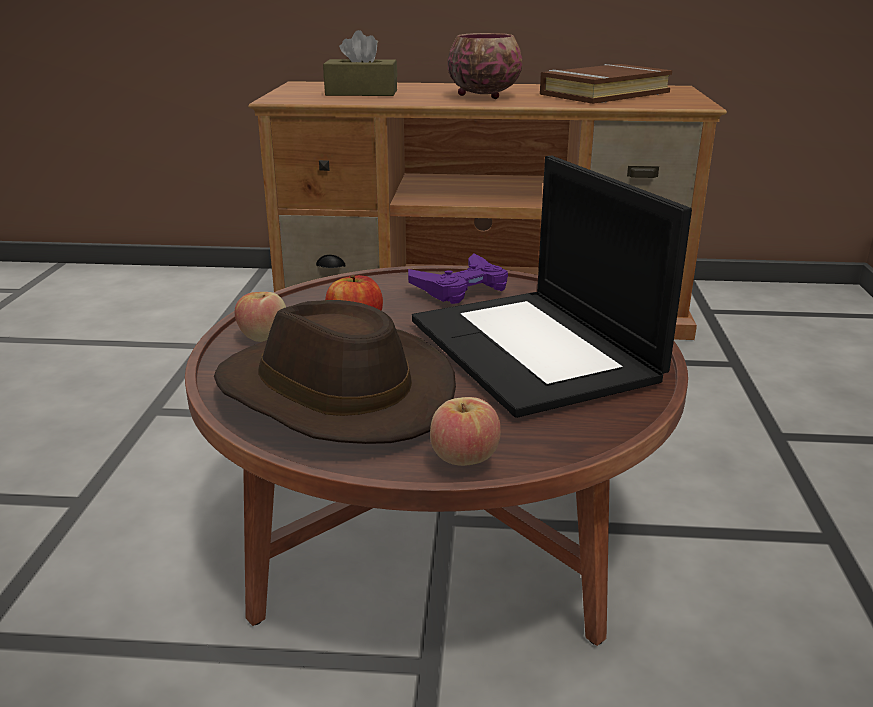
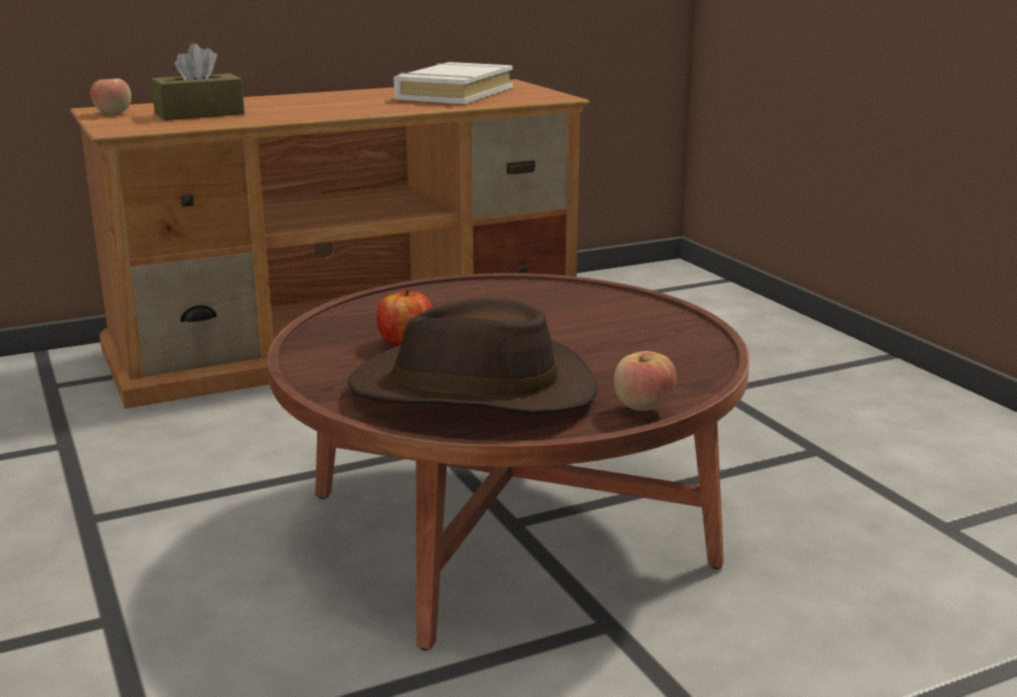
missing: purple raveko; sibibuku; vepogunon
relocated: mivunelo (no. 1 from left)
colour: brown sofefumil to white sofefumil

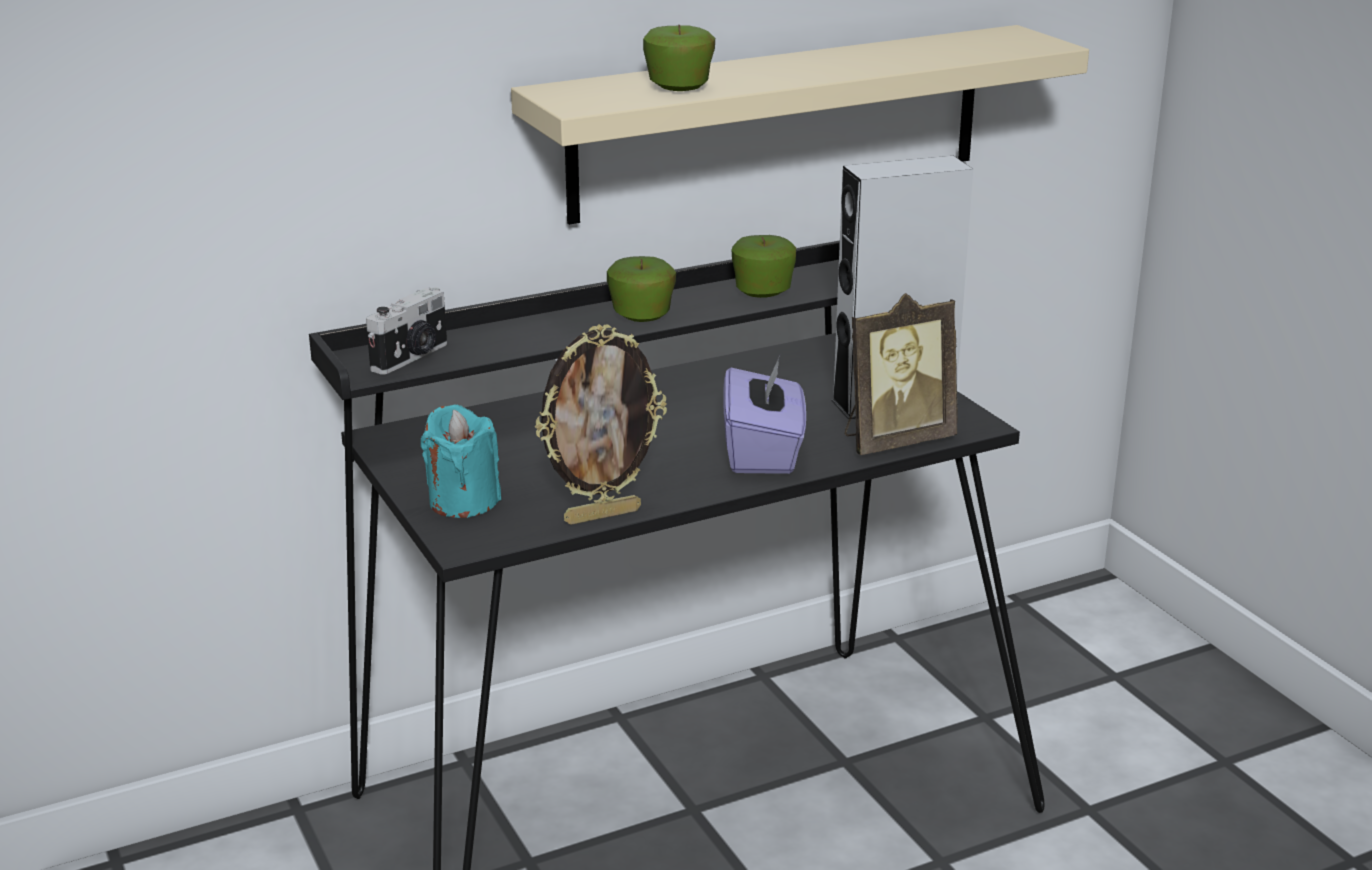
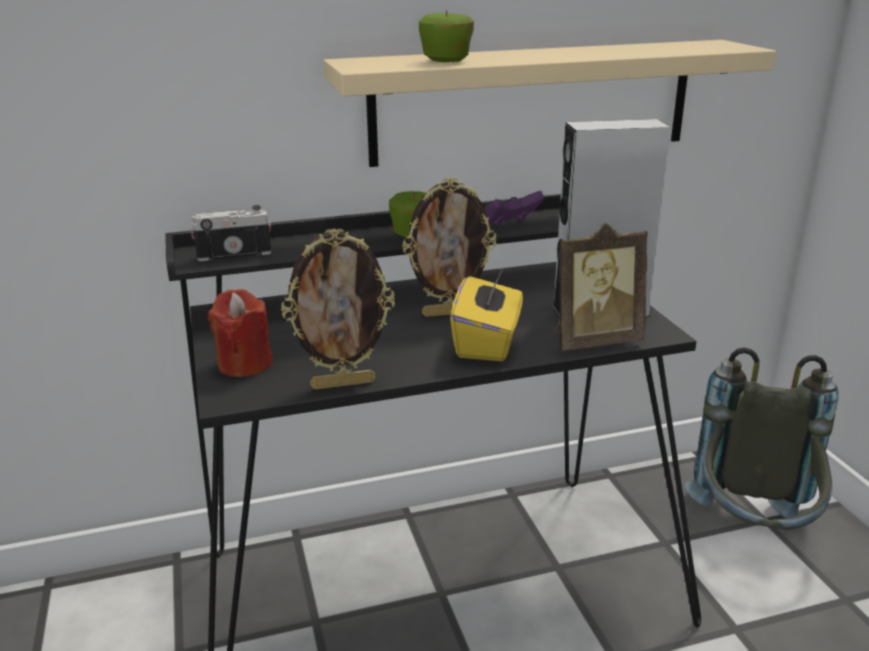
appeared: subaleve (no. 2 from left); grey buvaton
exchanged: mivunelo (no. 3 from left) to purple raveko
colour: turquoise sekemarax to red sekemarax; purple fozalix to yellow fozalix
spun: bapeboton 150 degrees counterclockwise

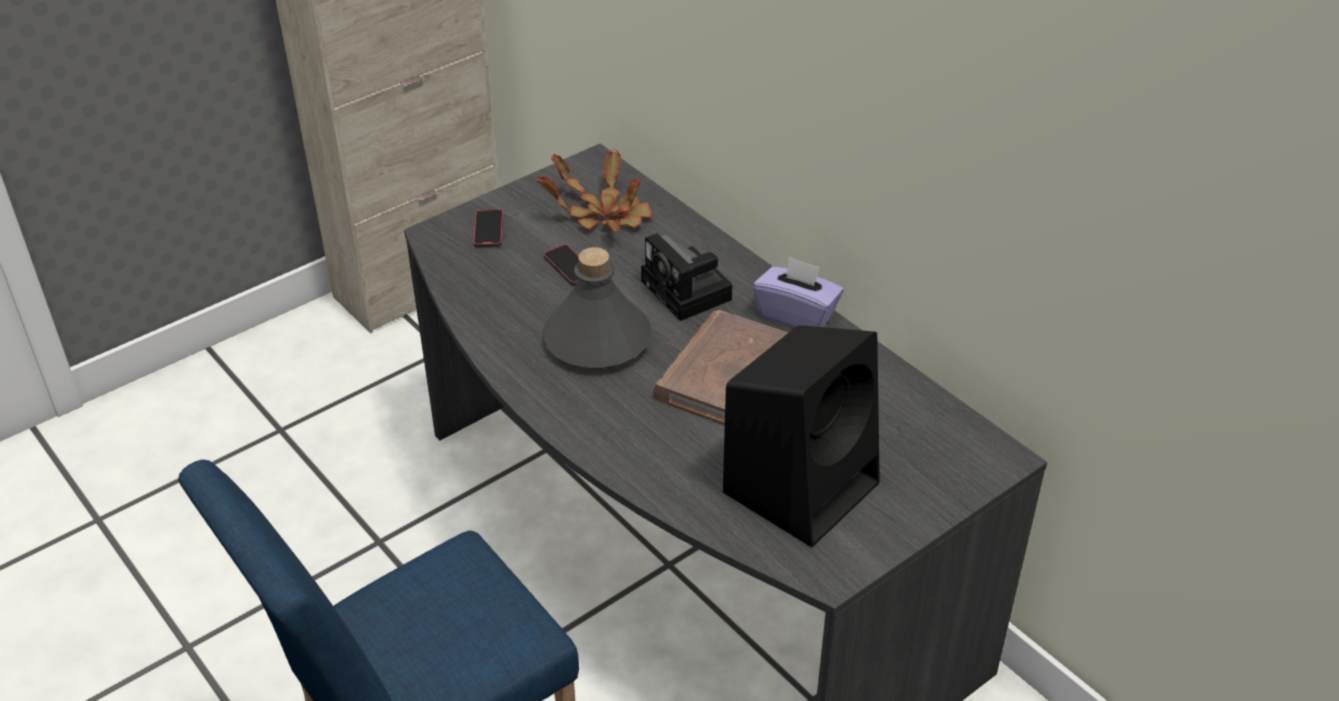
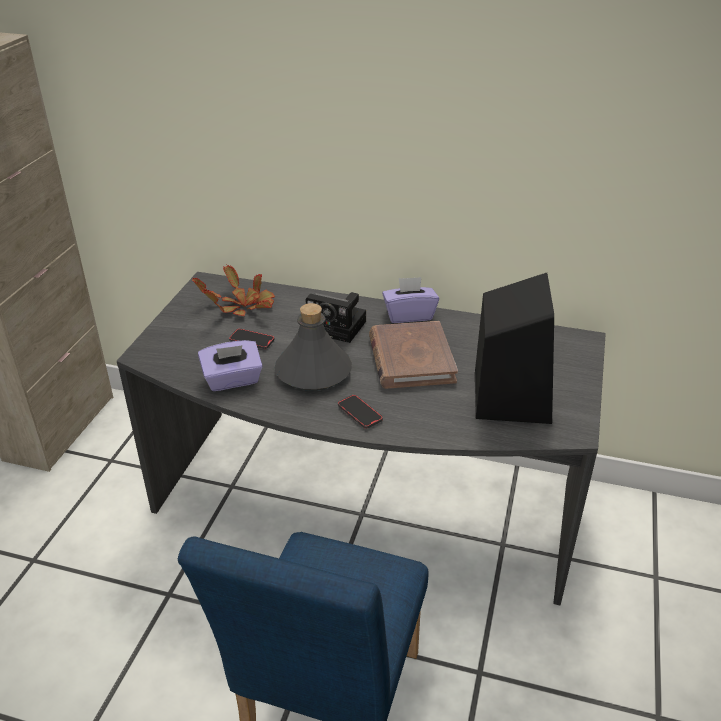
appeared: purple fozalix (no. 1 from left)
relocated: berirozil (no. 1 from left in the first image) to berirozil (no. 2 from left)

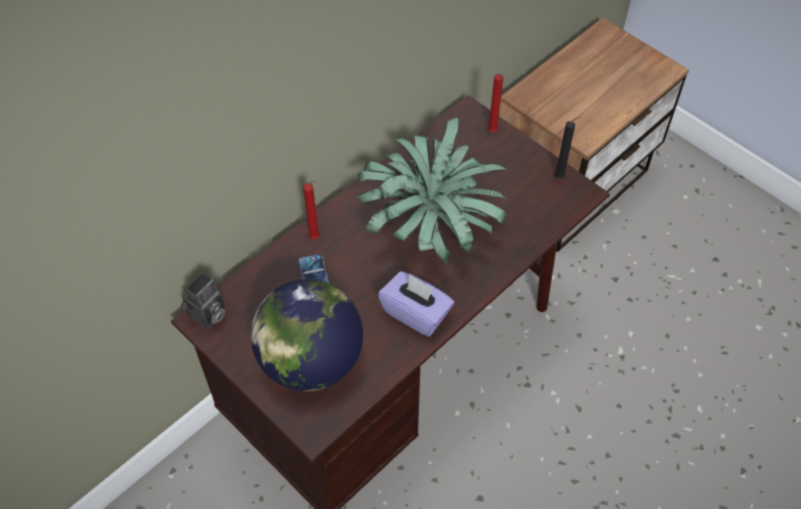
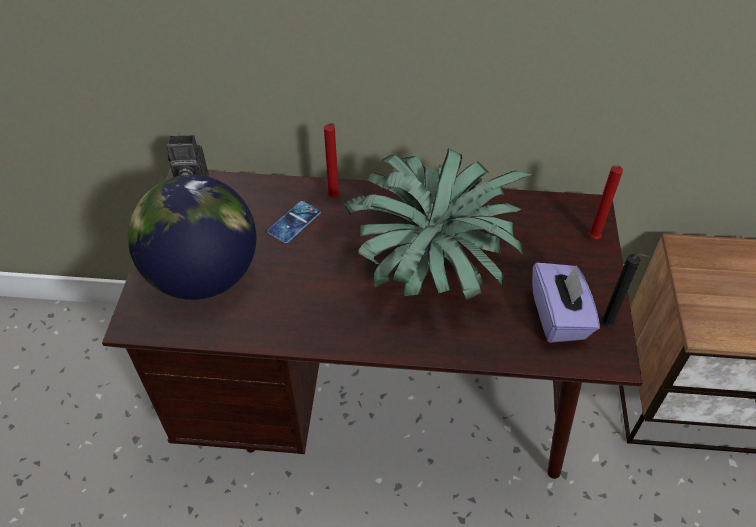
relocated: purple fozalix

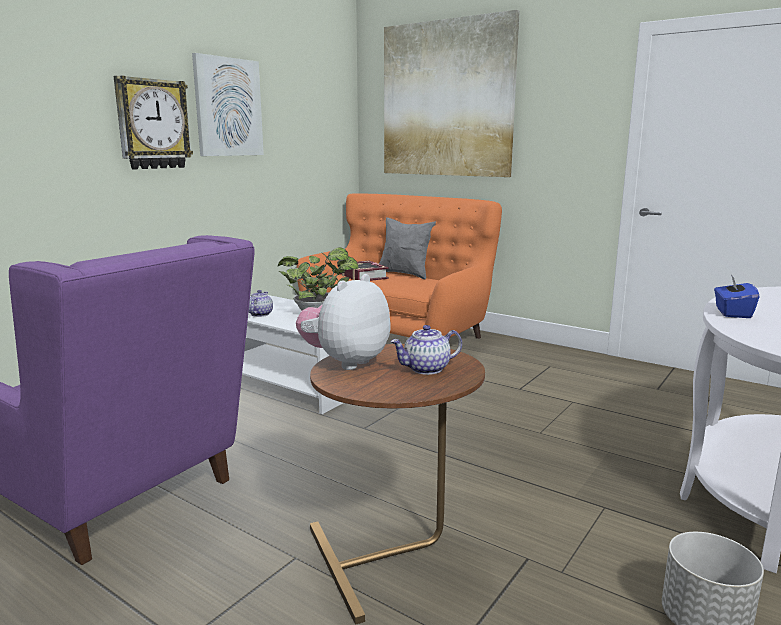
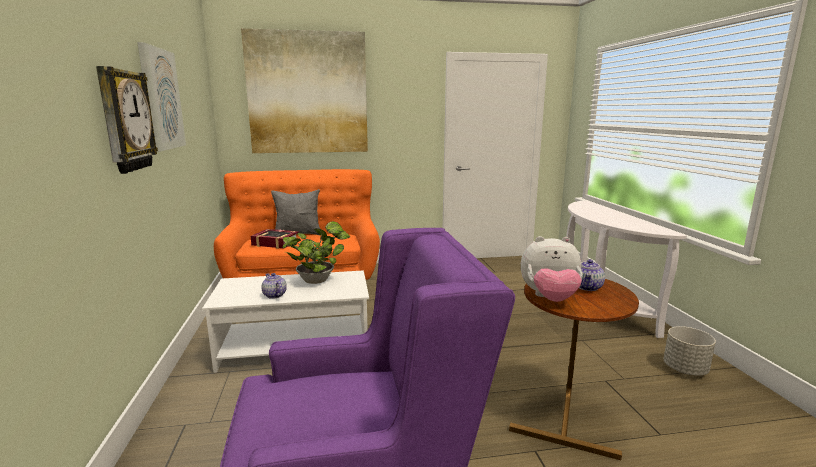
missing: blue fozalix
spun: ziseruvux 75 degrees counterclockwise

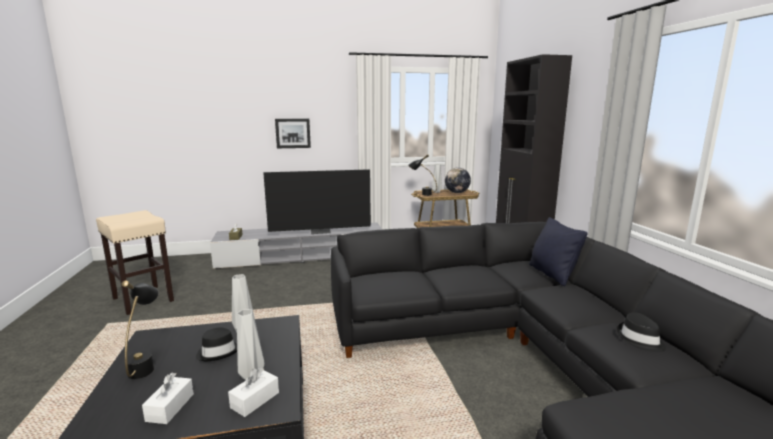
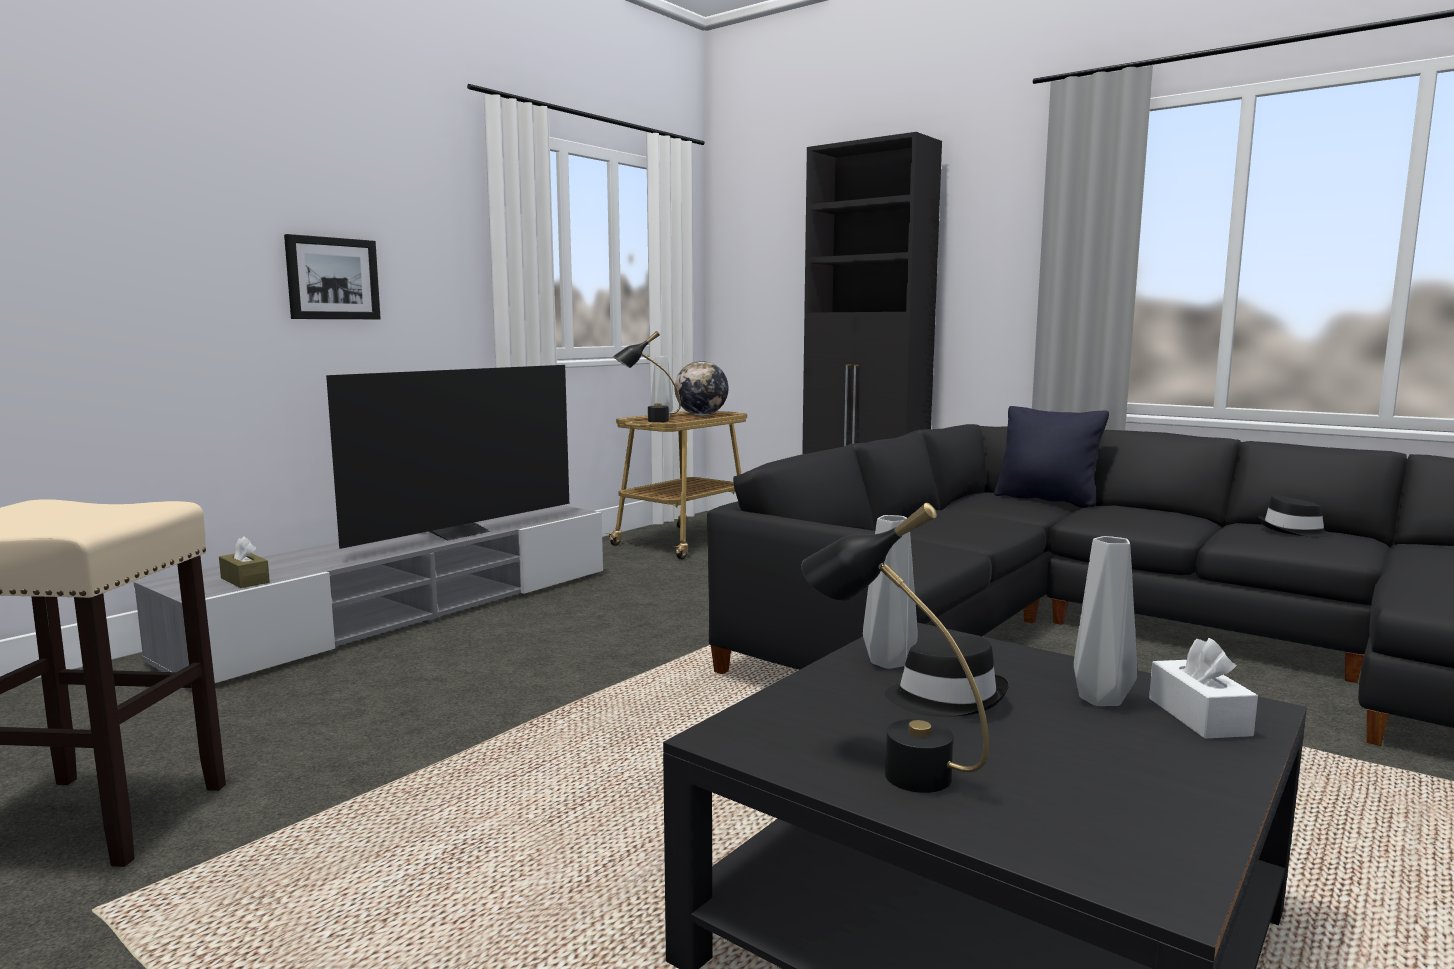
missing: white fozalix (no. 1 from left)

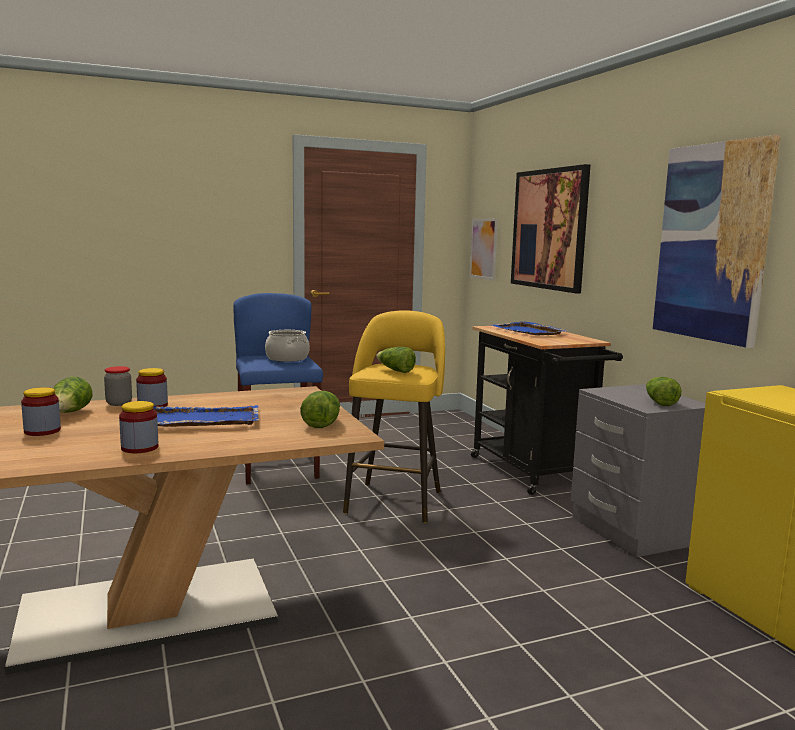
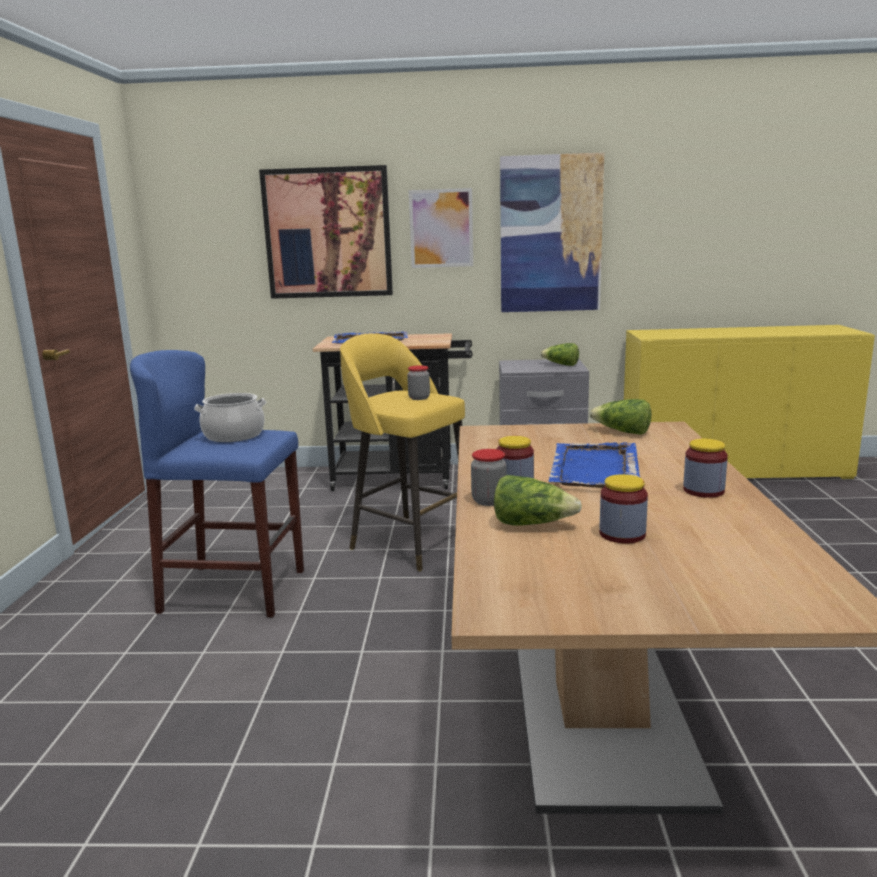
relocated: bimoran (no. 1 from left in the first image) to bimoran (no. 2 from left)
exchanged: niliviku (no. 3 from left) to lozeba (no. 1 from left)

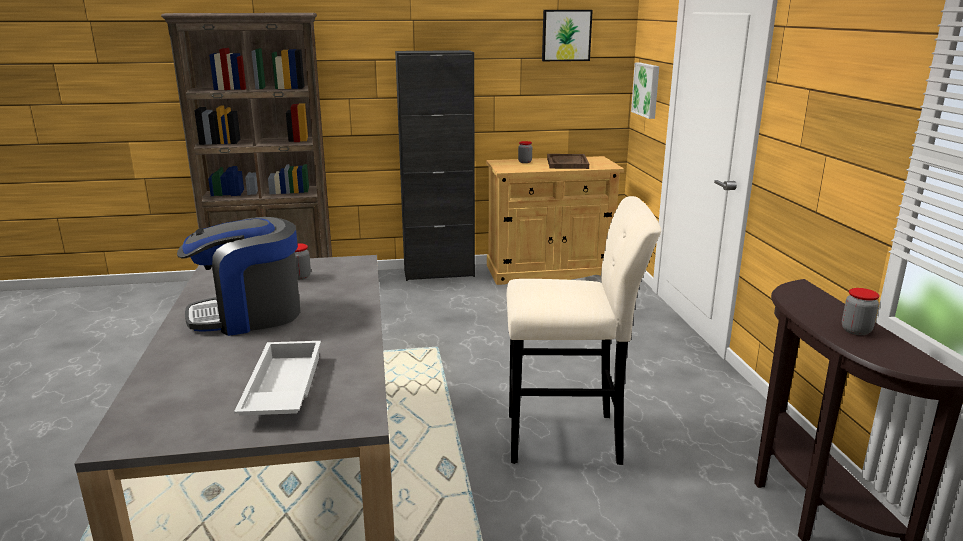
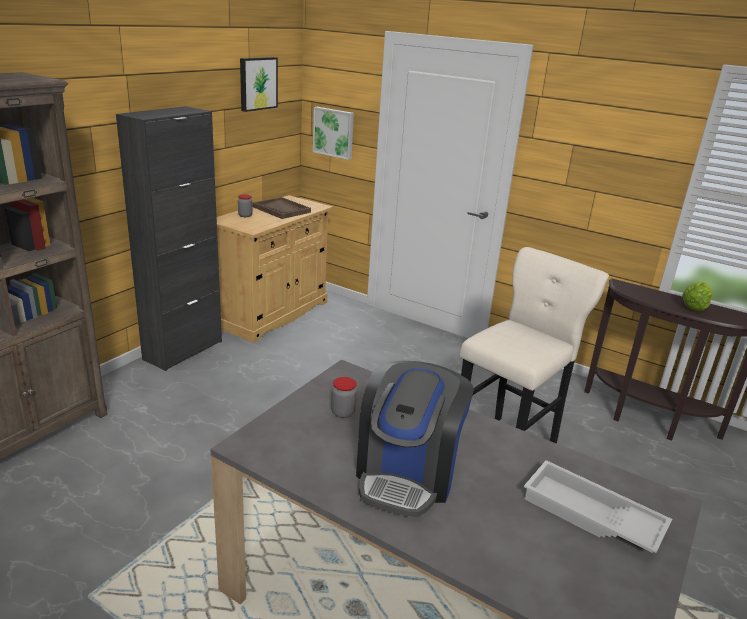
exchanged: lozeba (no. 3 from left) to niliviku

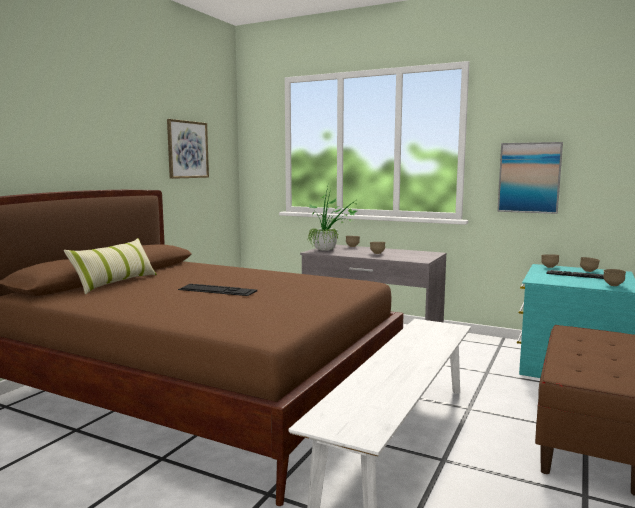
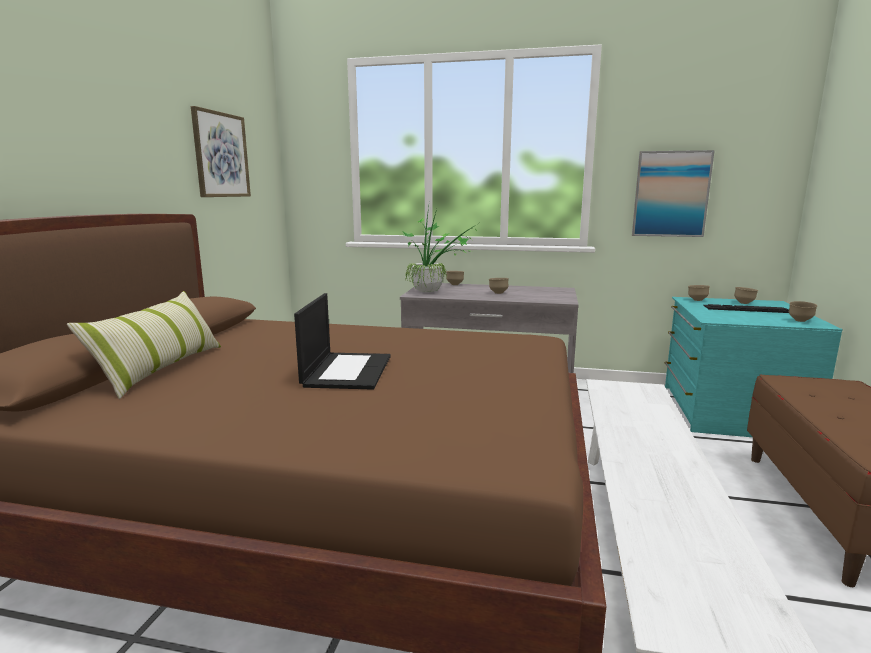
exchanged: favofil (no. 1 from left) to sibibuku

